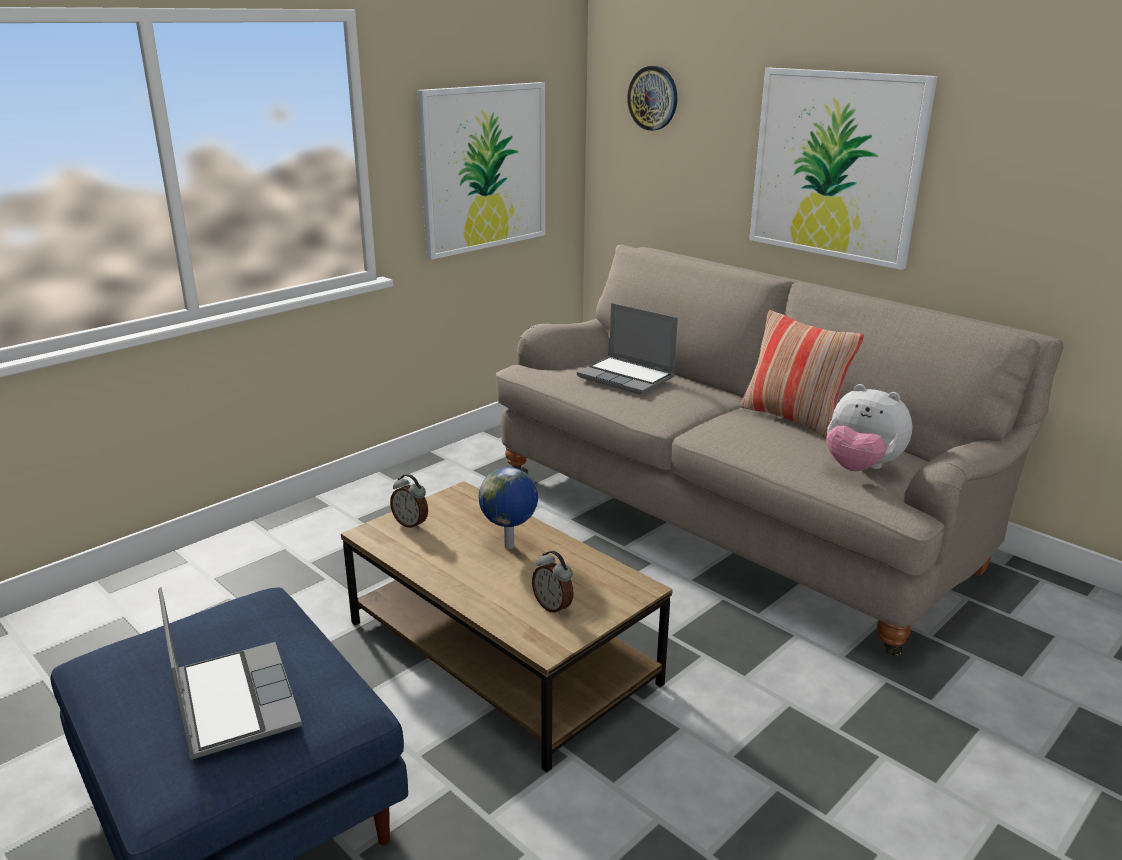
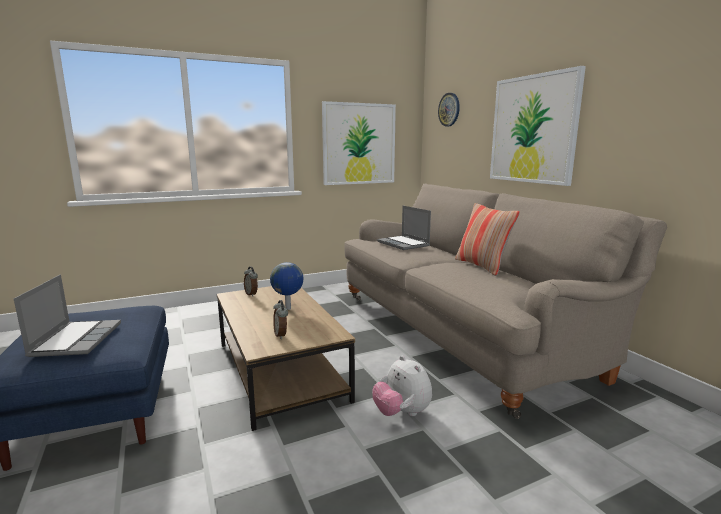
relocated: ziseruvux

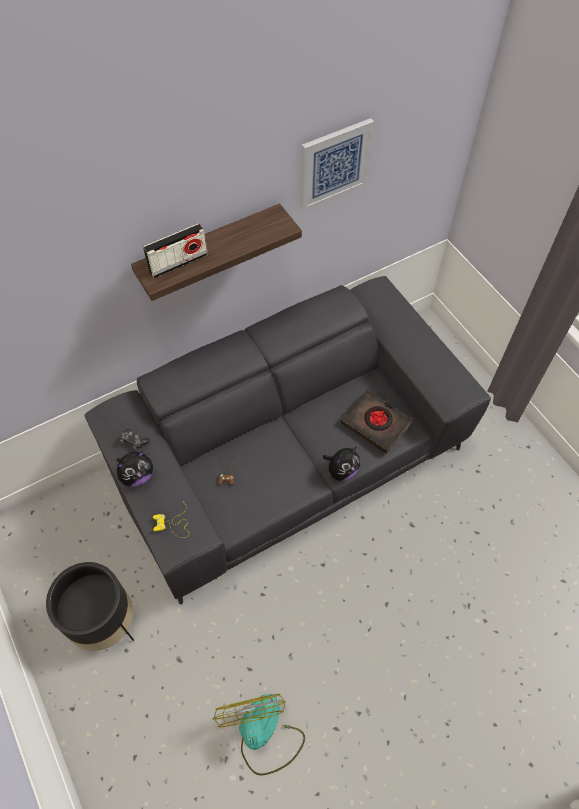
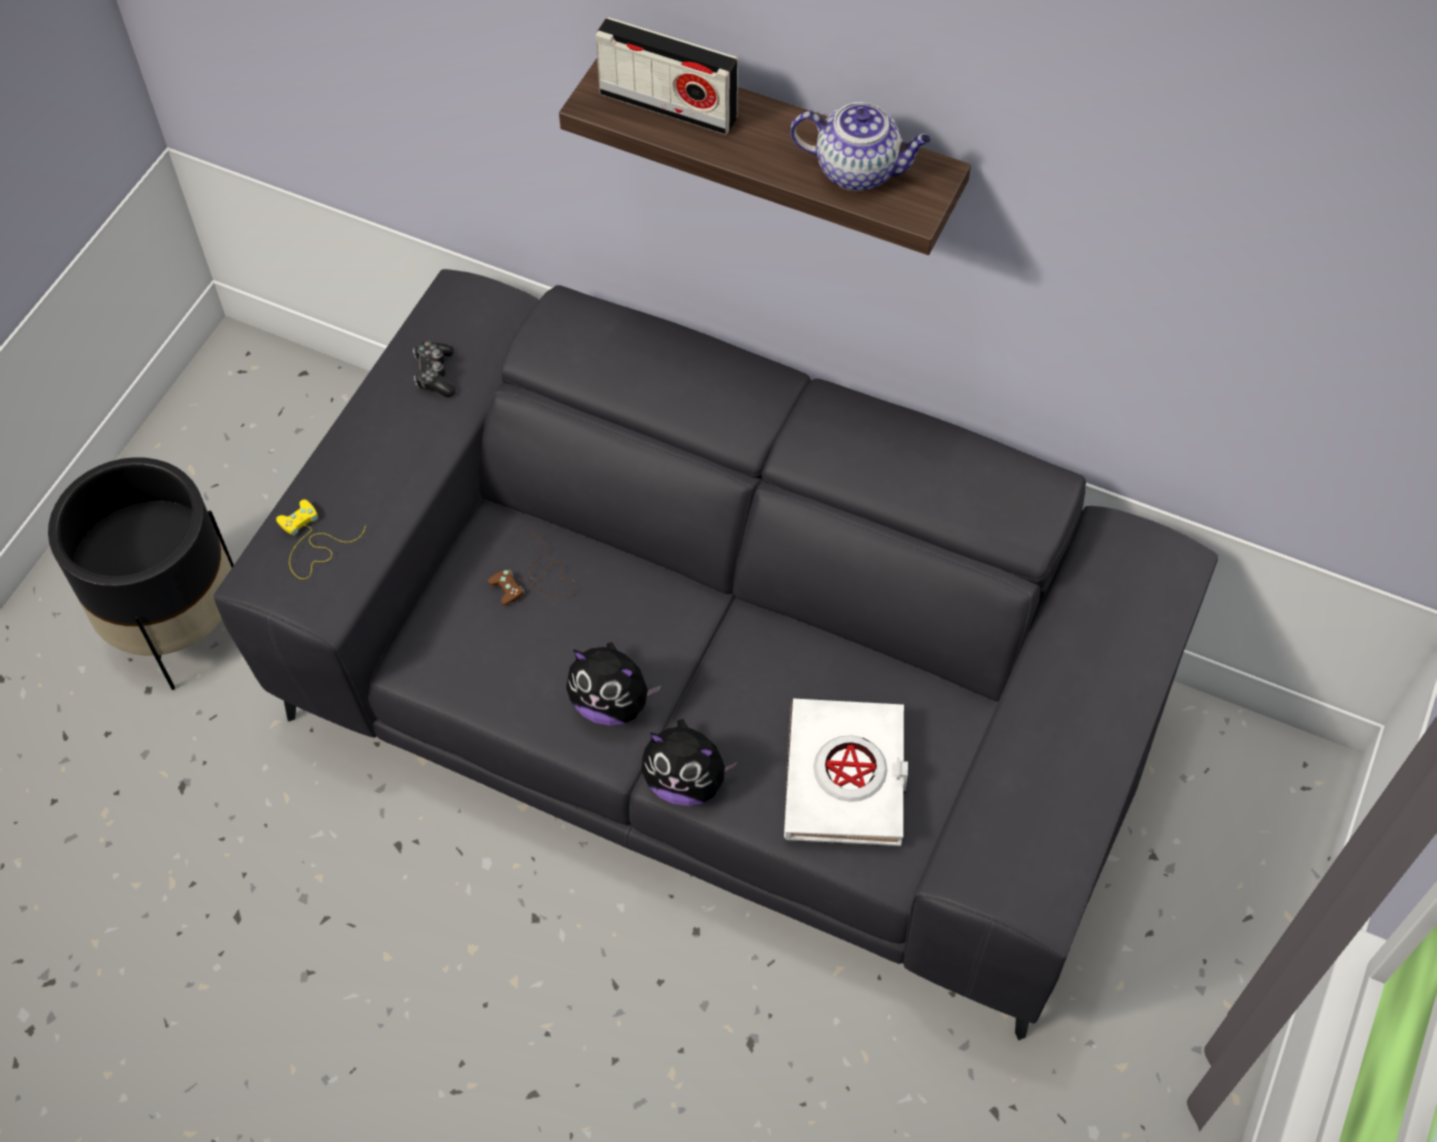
missing: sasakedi; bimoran
appeared: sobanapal
relocated: ziseruvux (no. 1 from left)
colour: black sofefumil to white sofefumil

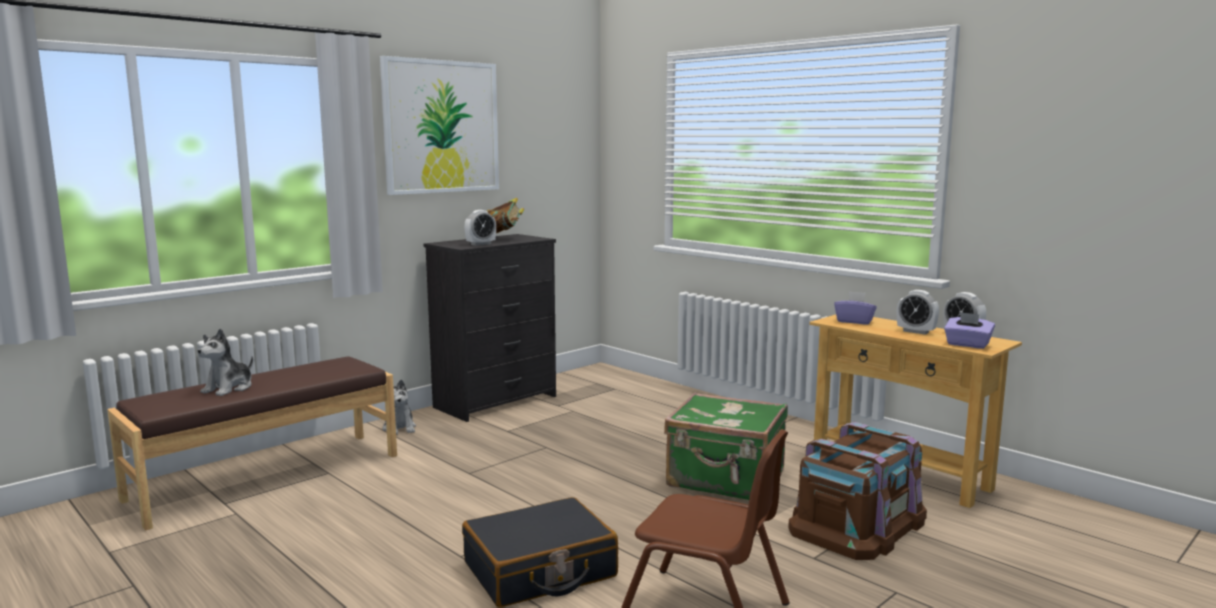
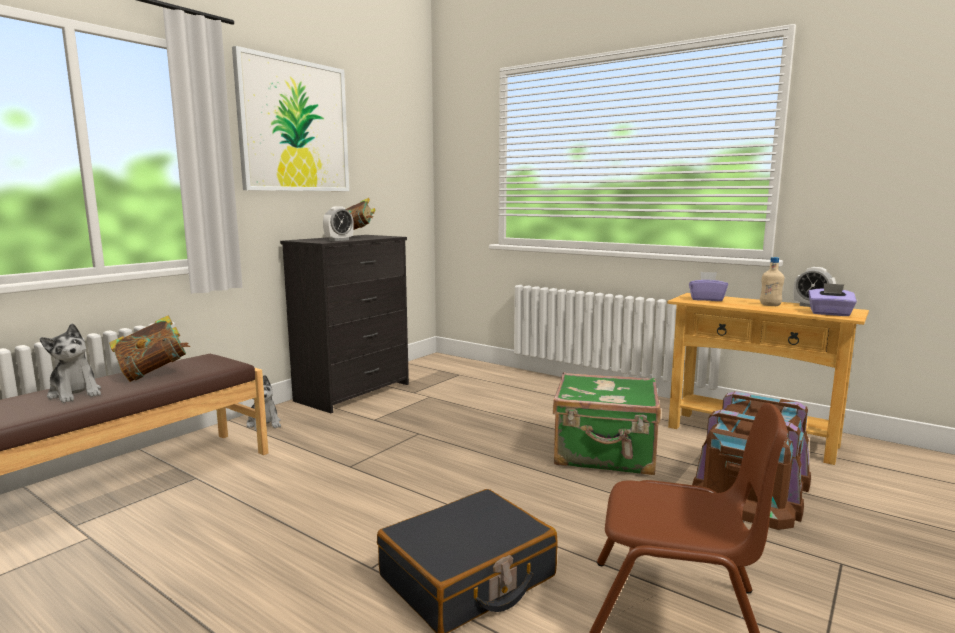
appeared: sofefumil (no. 1 from left)
exchanged: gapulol (no. 2 from left) to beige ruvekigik
spun: ziseruvux (no. 1 from left) 60 degrees counterclockwise

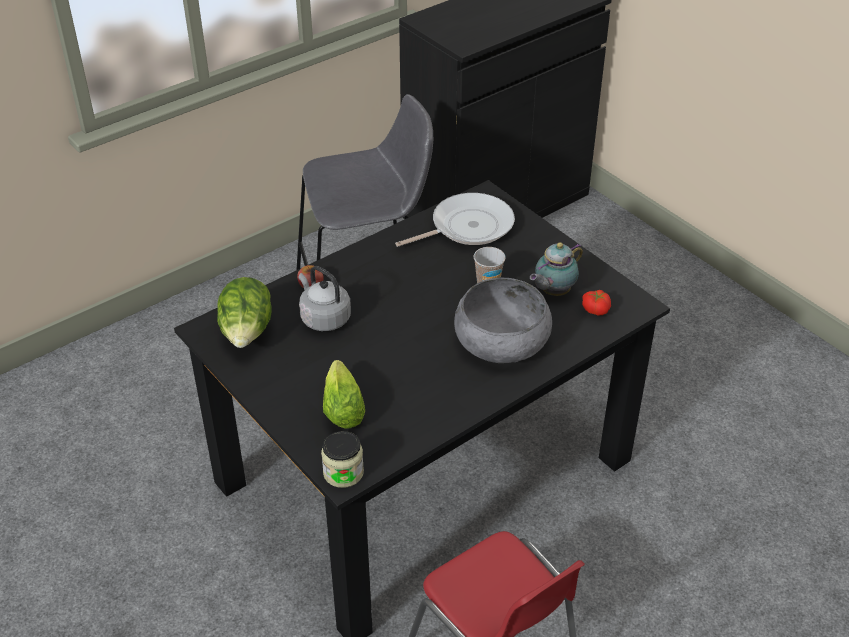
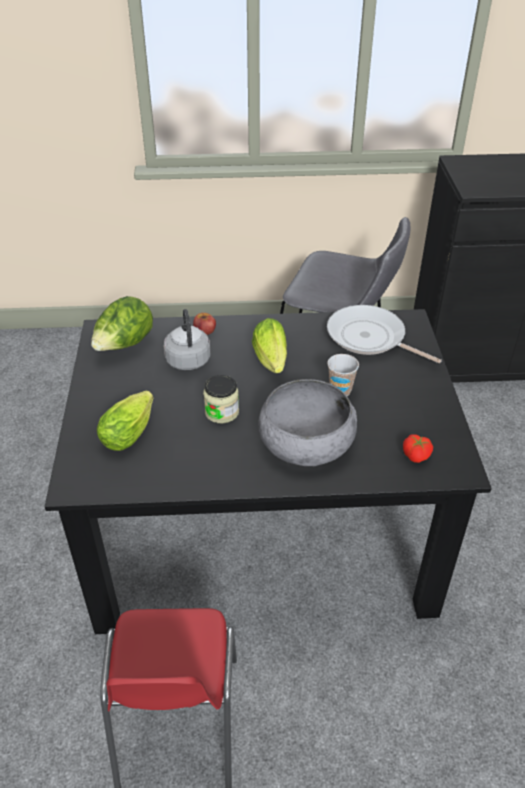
missing: sobanapal
appeared: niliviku (no. 3 from left)
relocated: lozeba
spun: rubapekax 150 degrees counterclockwise

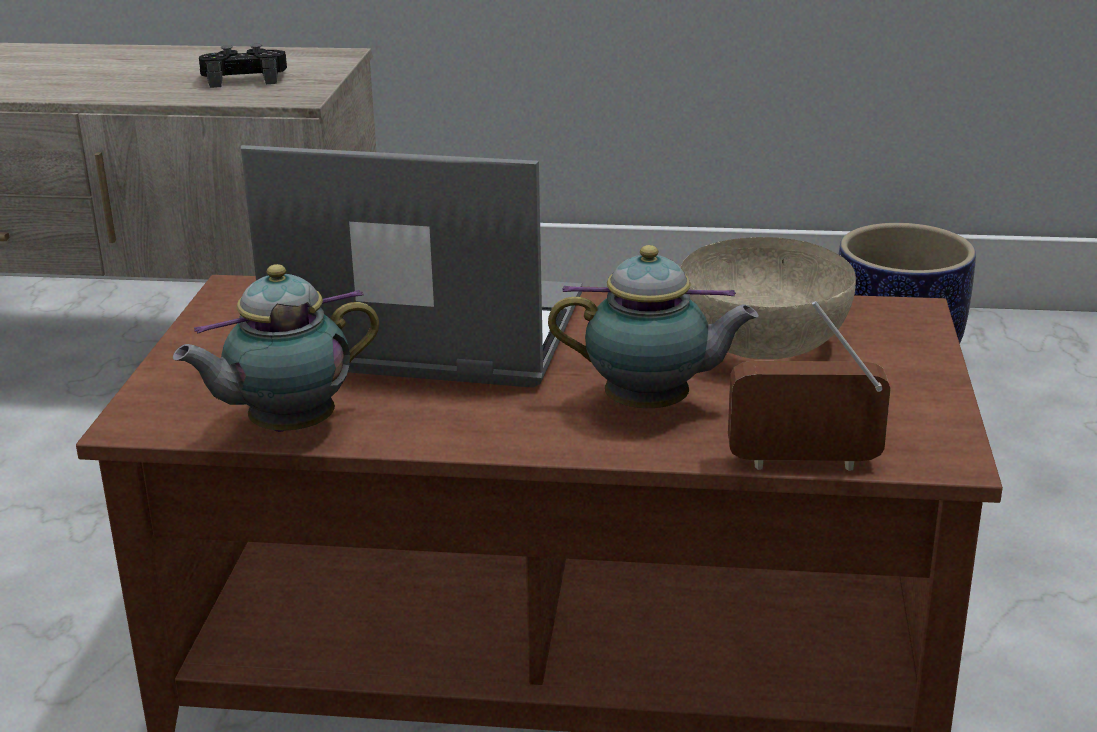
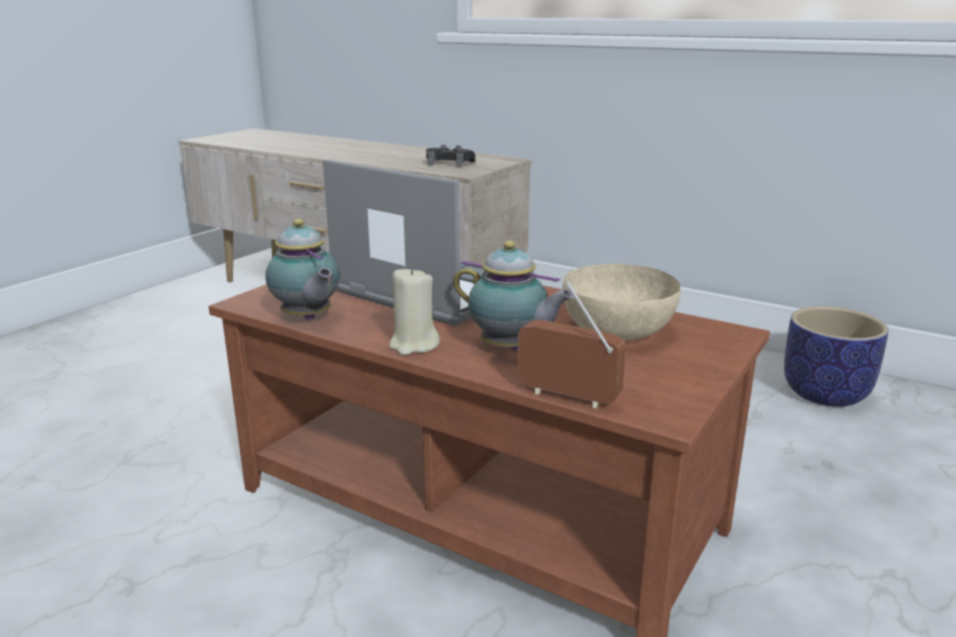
appeared: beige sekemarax
spun: sobanapal (no. 1 from left) 120 degrees counterclockwise

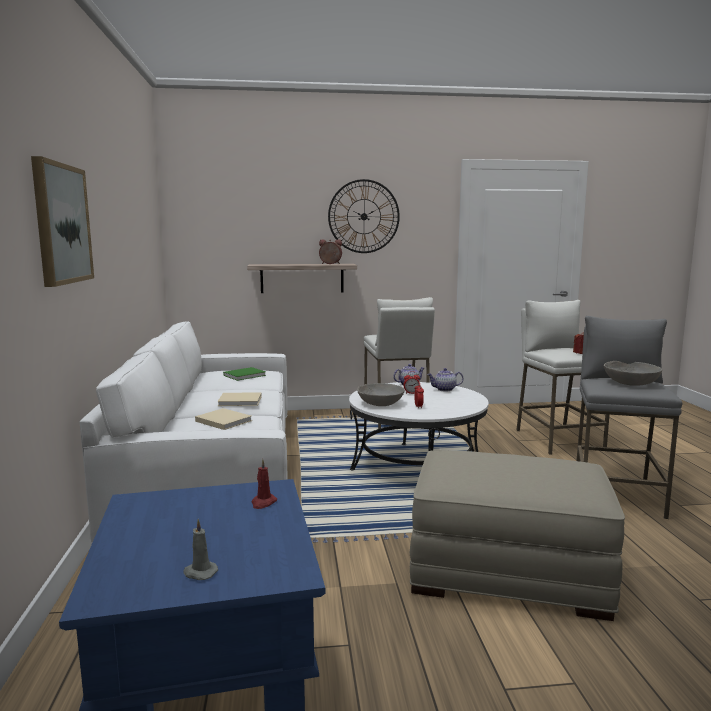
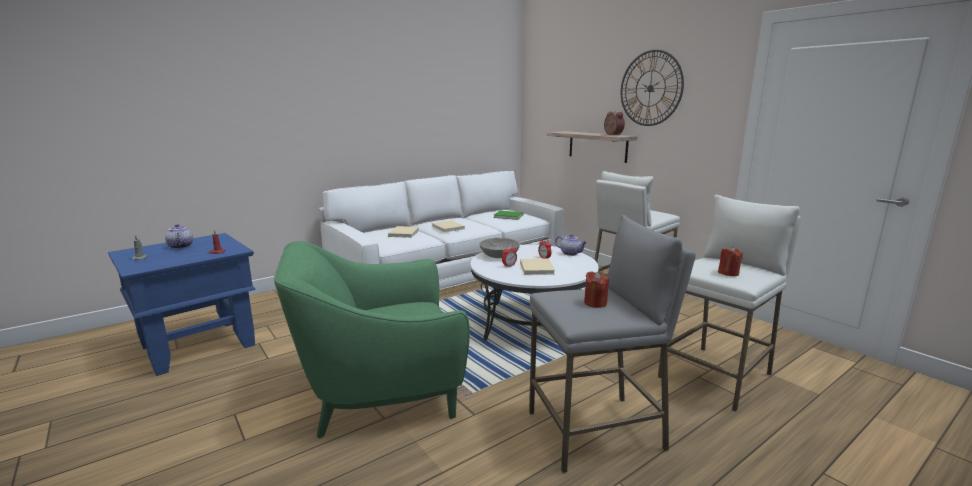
missing: bimoran
appeared: beige sofefumil (no. 3 from left)
relocated: sobanapal (no. 2 from left in the first image) to sobanapal (no. 1 from left)
exchanged: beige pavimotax to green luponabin; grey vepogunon (no. 2 from left) to red sekemarax (no. 2 from left)

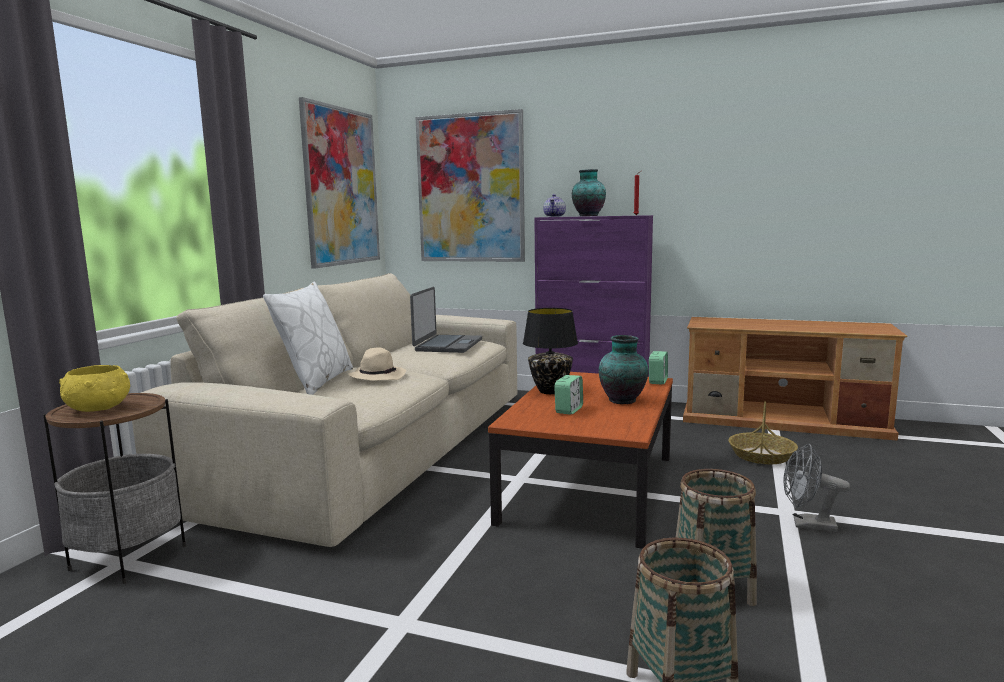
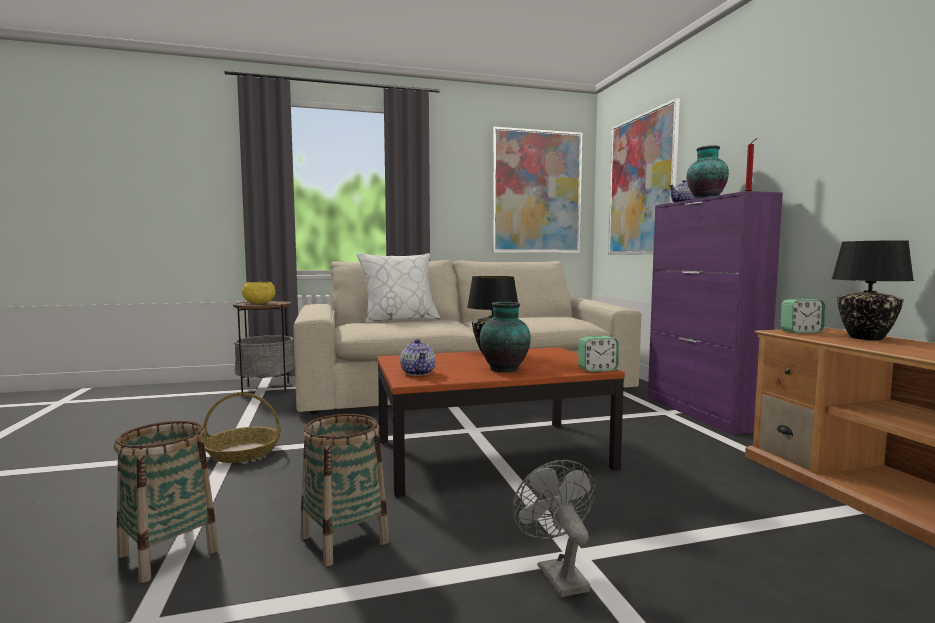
missing: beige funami; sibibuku
appeared: sobanapal (no. 1 from left); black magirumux (no. 2 from left)
relocated: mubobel (no. 3 from left in the first image) to mubobel (no. 2 from left); gapulol (no. 1 from left in the first image) to gapulol (no. 2 from left)

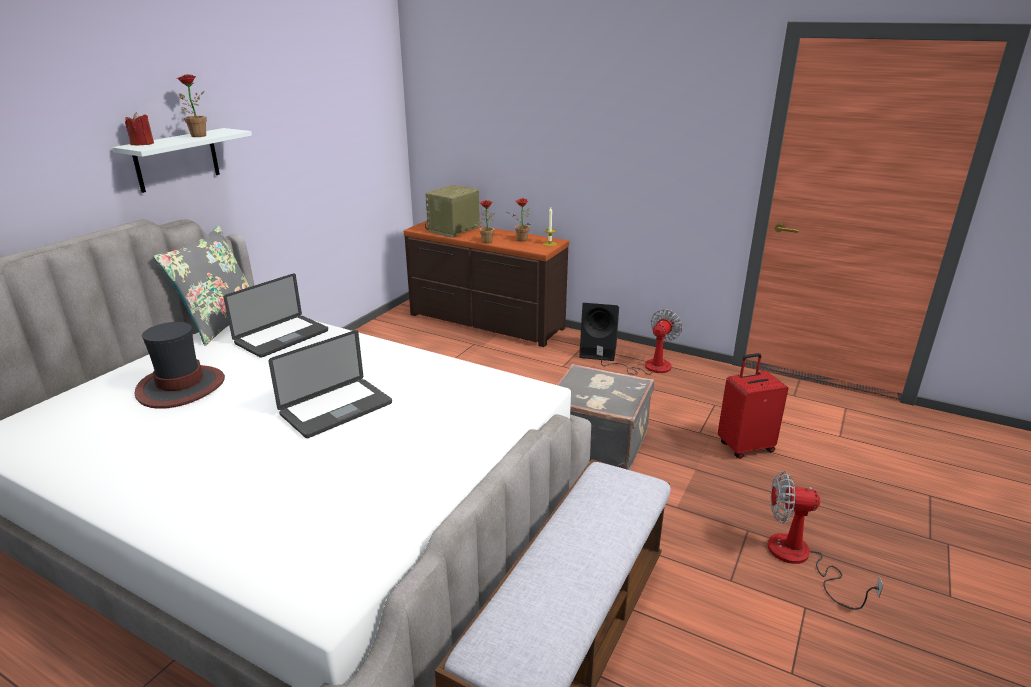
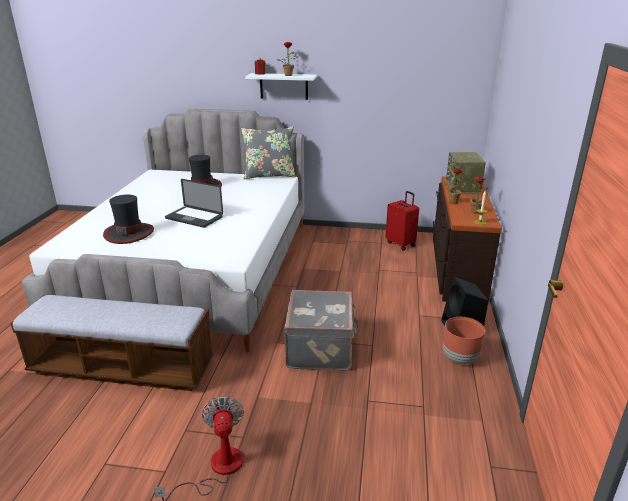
missing: sibibuku (no. 1 from left)
appeared: funami (no. 1 from left)
relocated: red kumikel
exchanged: sasakedi (no. 1 from left) to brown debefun
spun: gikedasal 105 degrees counterclockwise

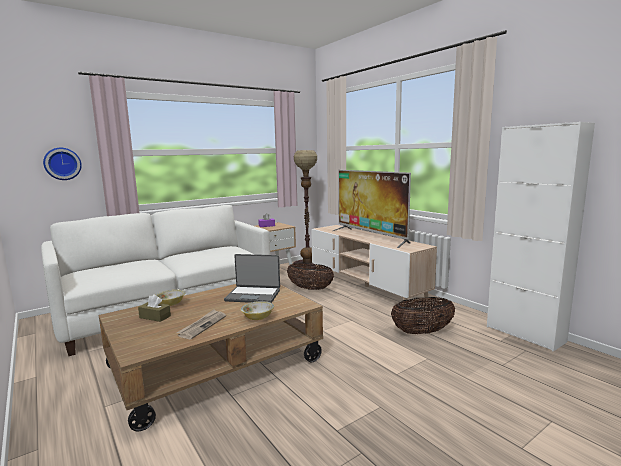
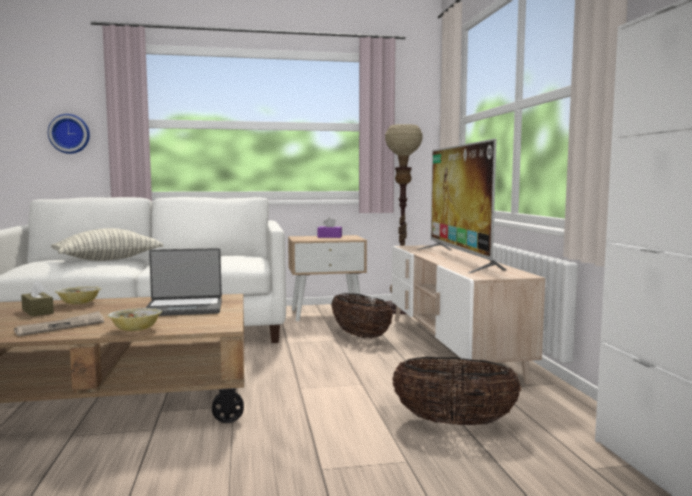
appeared: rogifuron
spun: sibibuku 45 degrees counterclockwise

